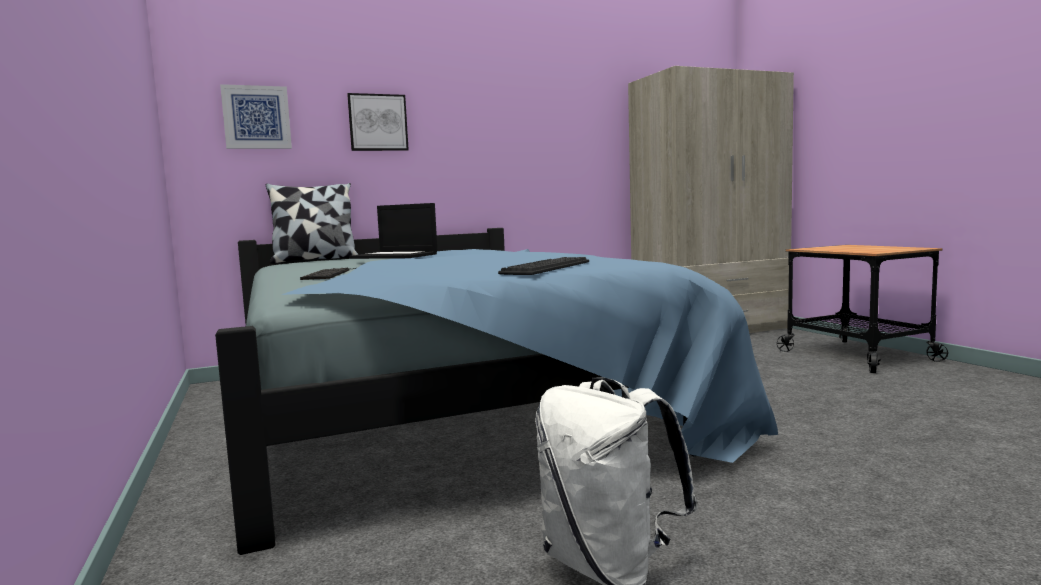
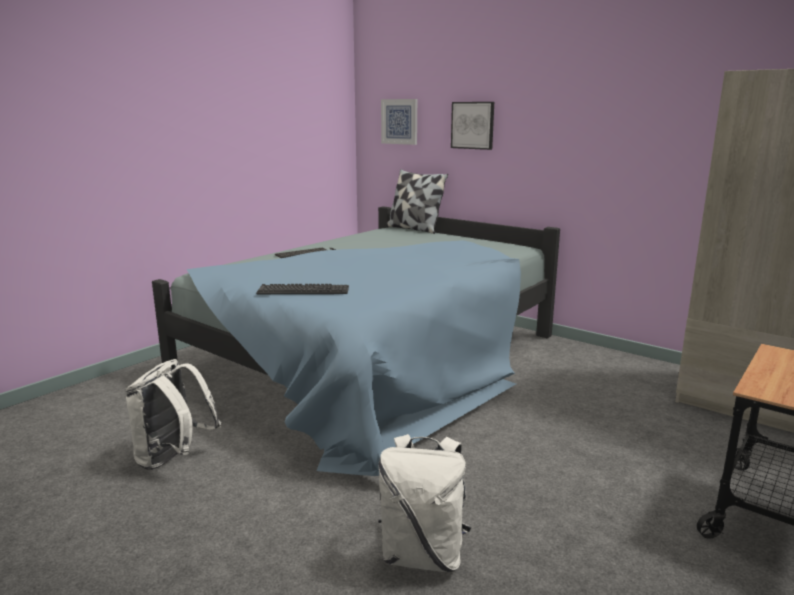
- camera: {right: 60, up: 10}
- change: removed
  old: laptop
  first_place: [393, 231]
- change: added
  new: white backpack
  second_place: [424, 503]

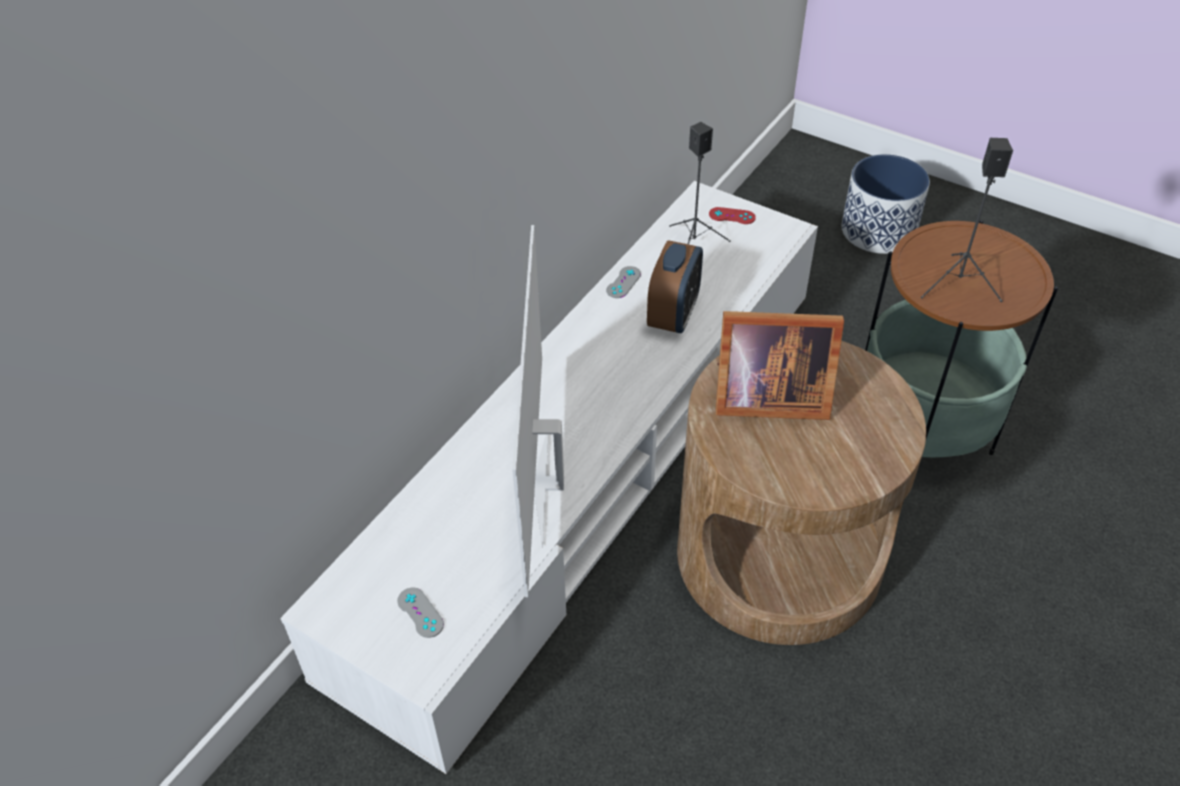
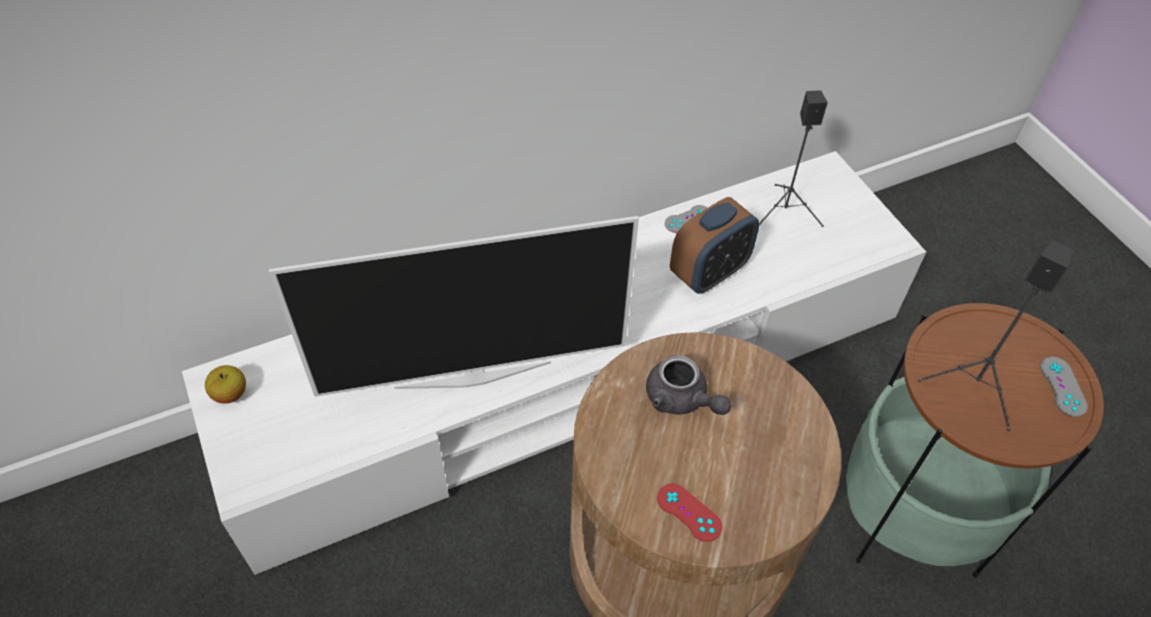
- camera: {right: 30, up: 5}
- change: removed
  old: planter
  first_place: [885, 204]
- change: added
  new: apple
  second_place: [225, 384]
- change: moved
  old: grey game controller
  first_place: [420, 613]
  second_place: [1064, 387]
- change: moved
  old: red game controller
  first_place: [732, 215]
  second_place: [689, 513]
- change: replaced
  old: picture frame
  new: grey teapot
  first_place: [780, 365]
  second_place: [688, 385]
- change: turned
  old: television
  first_place: [538, 411]
  second_place: [454, 306]
  degrees: -135

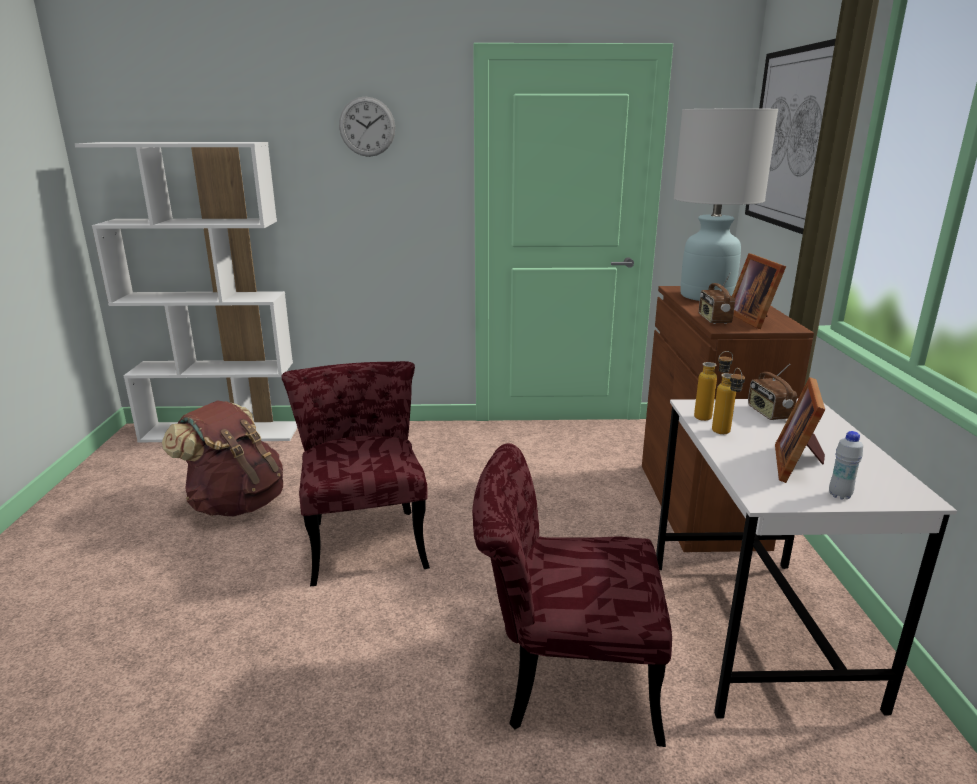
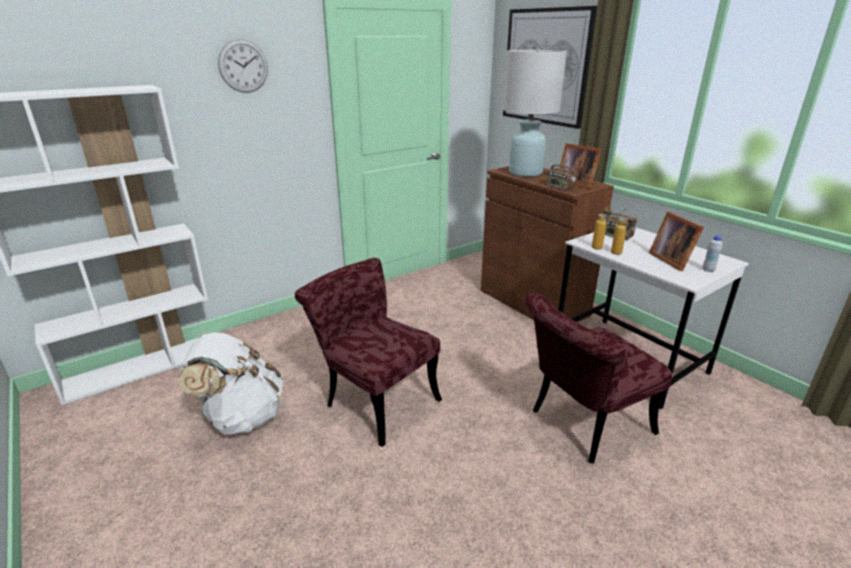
- camera: {right: -35, up: 5}
- change: recoloured
  old: brown backpack
  new: white backpack
  first_place: [222, 458]
  second_place: [231, 383]

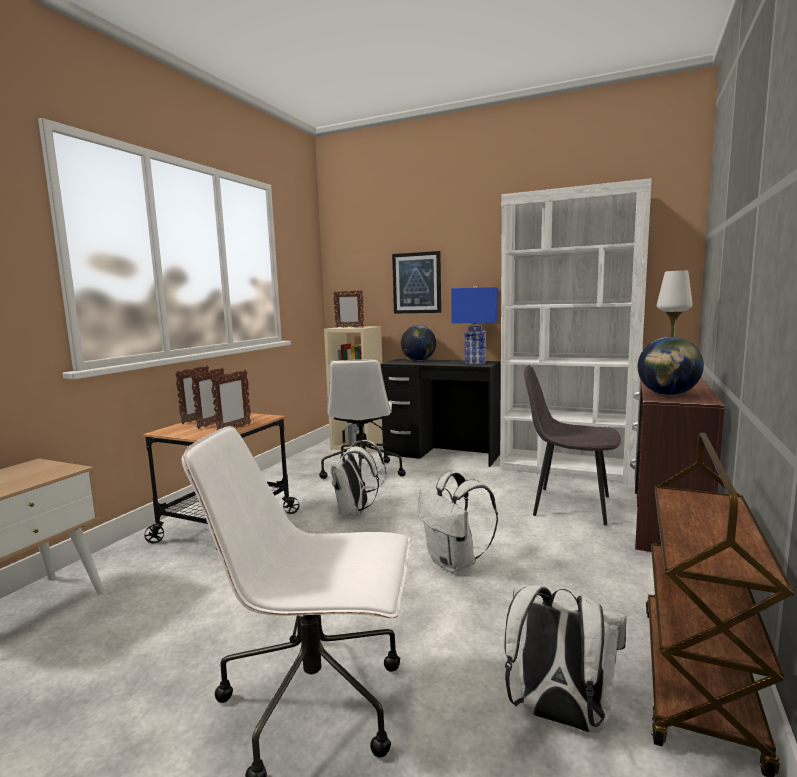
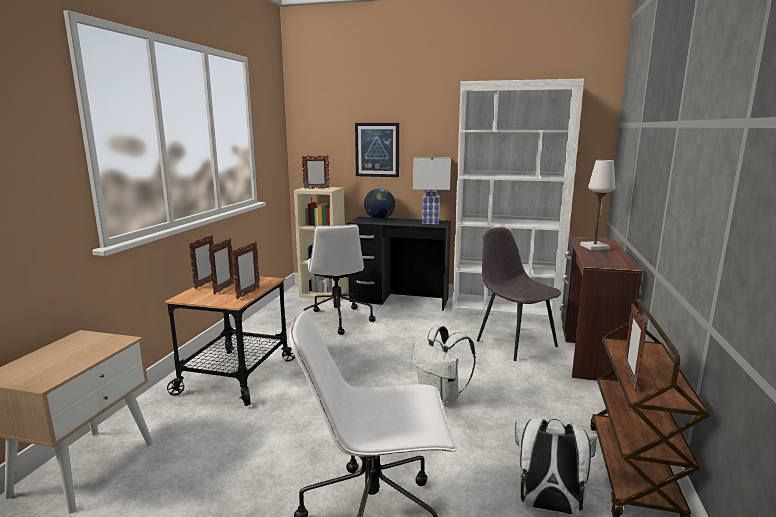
- camera: {right: -10, up: 5}
- change: removed
  old: white backpack
  first_place: [358, 477]
- change: removed
  old: globe
  first_place: [671, 366]
- change: added
  new: picture frame
  second_place: [635, 347]
- change: recoloured
  old: blue table lamp
  new: white table lamp
  first_place: [474, 325]
  second_place: [432, 190]
- change: turned
  old: grey chair
  first_place: [572, 445]
  second_place: [519, 294]
  degrees: 45

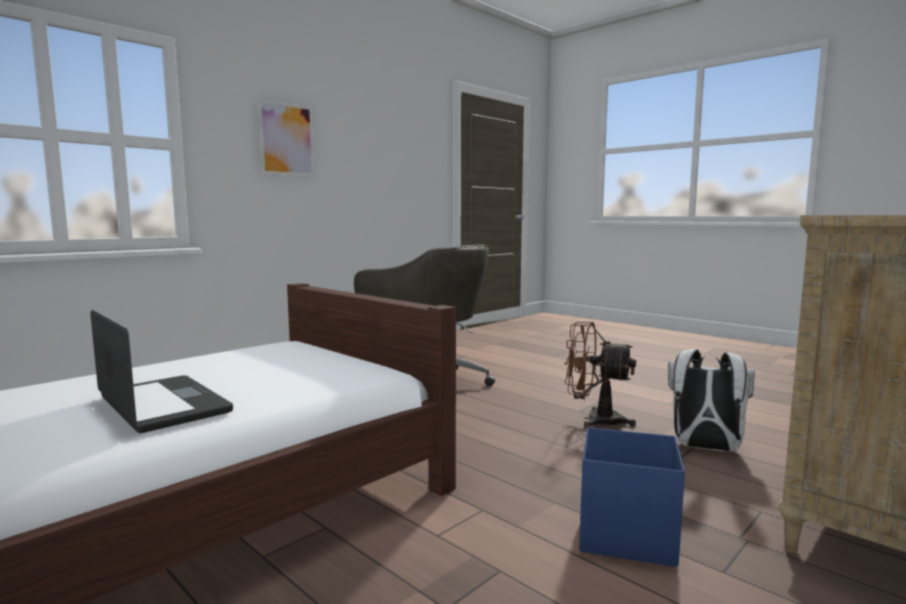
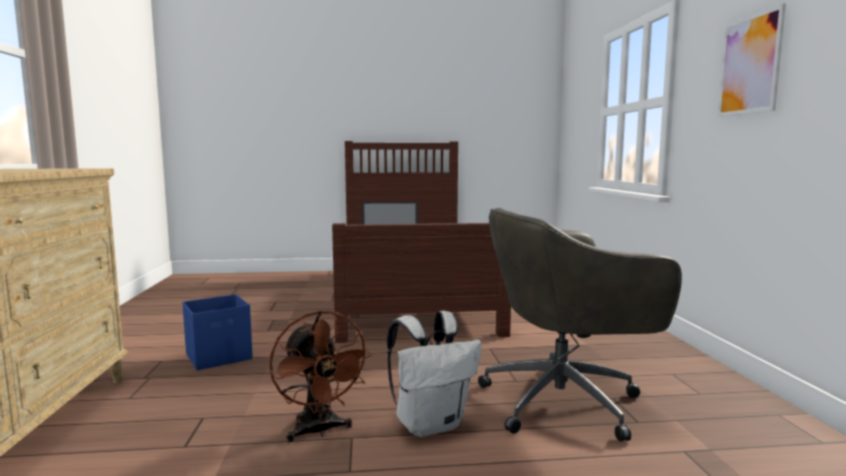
- camera: {right: 130, up: 0}
- change: moved
  old: white backpack
  first_place: [711, 400]
  second_place: [434, 374]
- change: turned
  old: brown fan
  first_place: [600, 375]
  second_place: [320, 376]
  degrees: 90

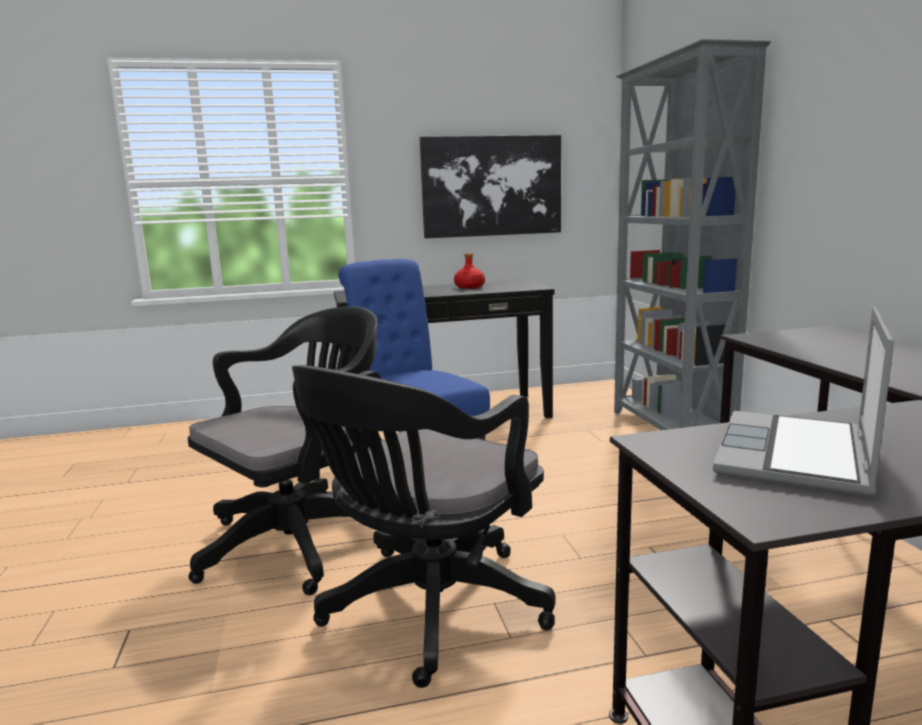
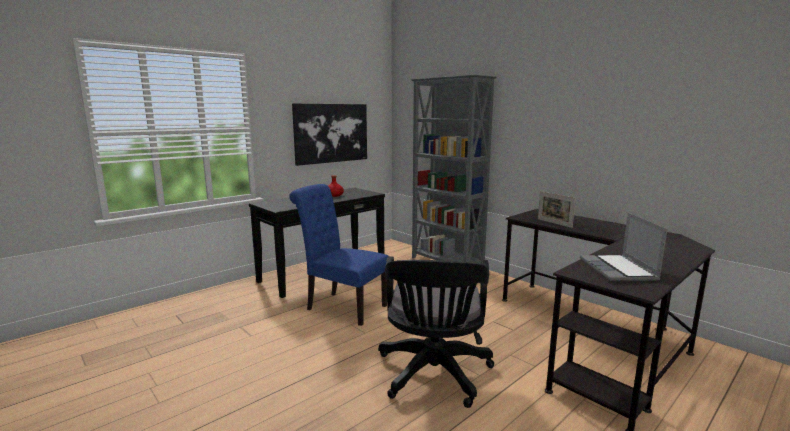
- camera: {right: -30, up: 0}
- change: removed
  old: black office chair
  first_place: [282, 450]
- change: added
  new: picture frame
  second_place: [557, 209]

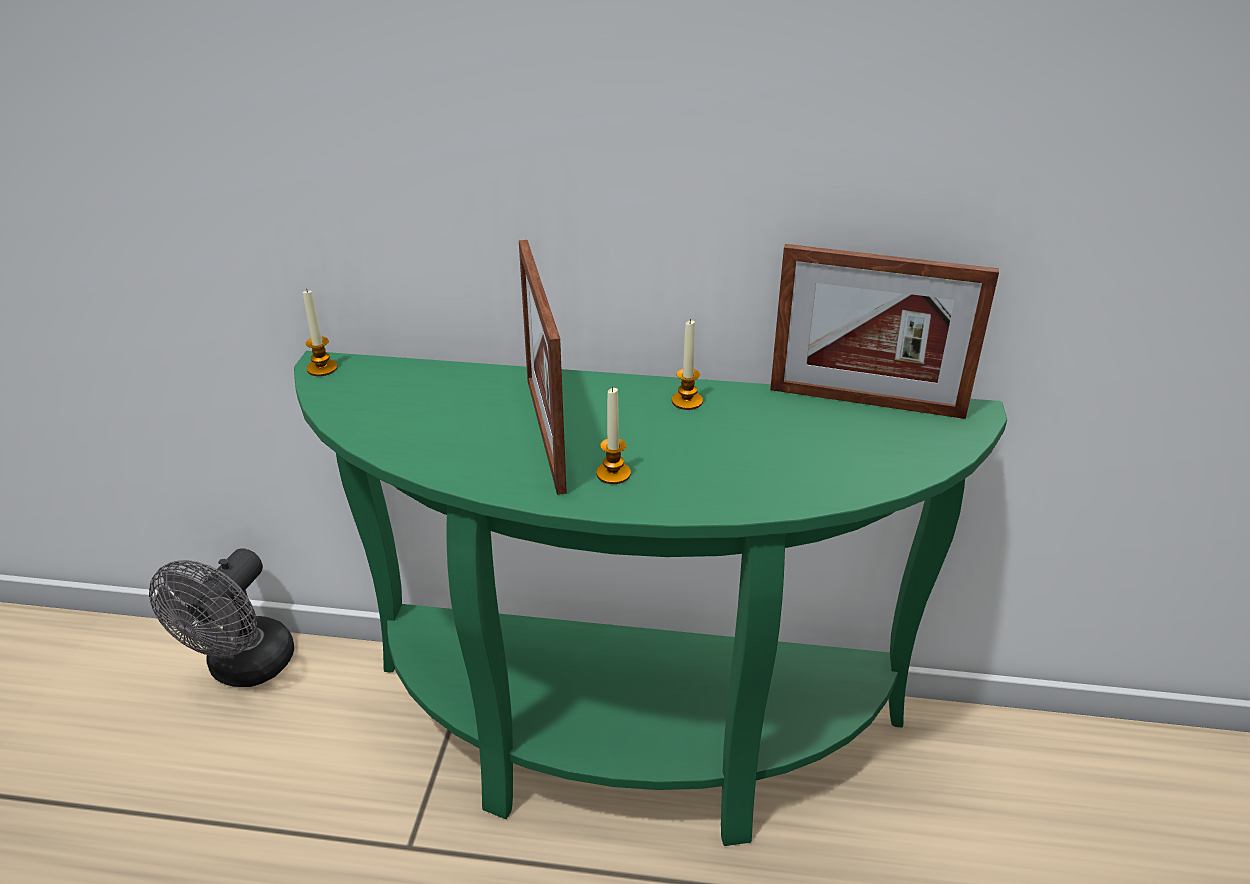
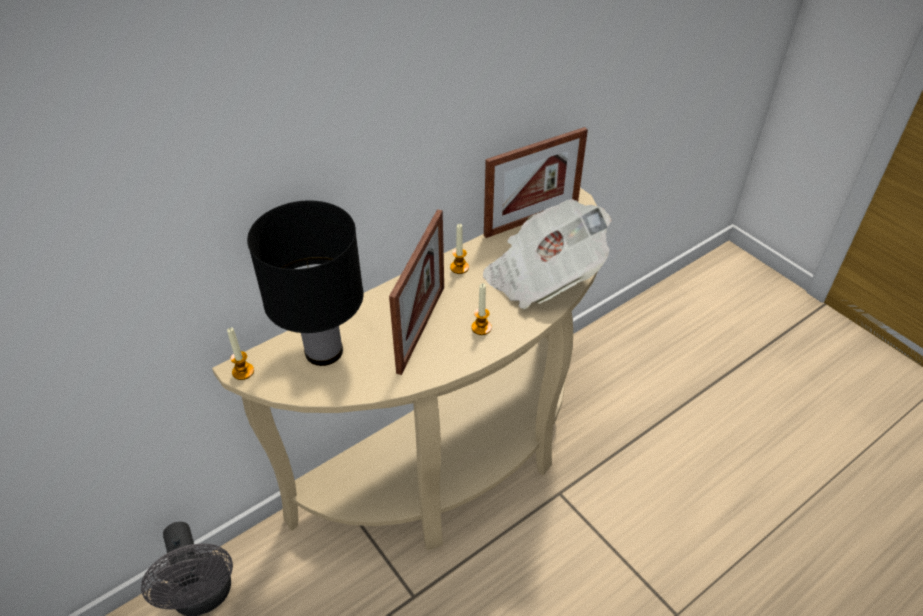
- camera: {right: -45, up: 10}
- change: added
  new: black table lamp
  second_place: [305, 283]
- change: added
  new: newspaper
  second_place: [547, 254]
- change: recoloured
  old: green console table
  new: beige console table
  first_place: [650, 598]
  second_place: [405, 369]
- change: turned
  old: picture frame
  first_place: [543, 367]
  second_place: [416, 292]
  degrees: -105

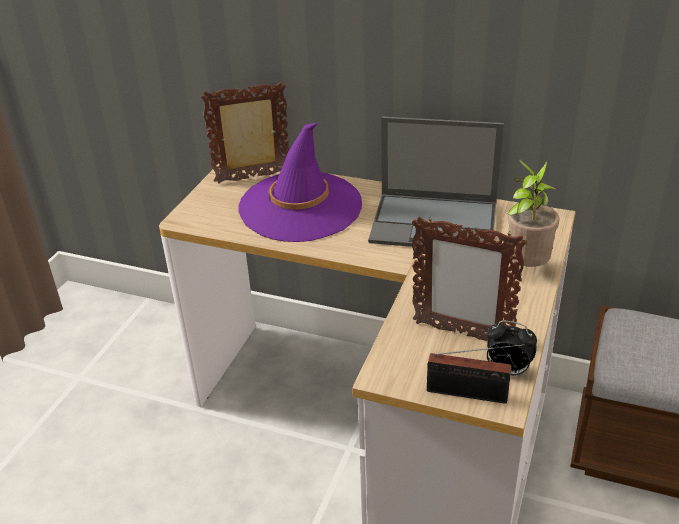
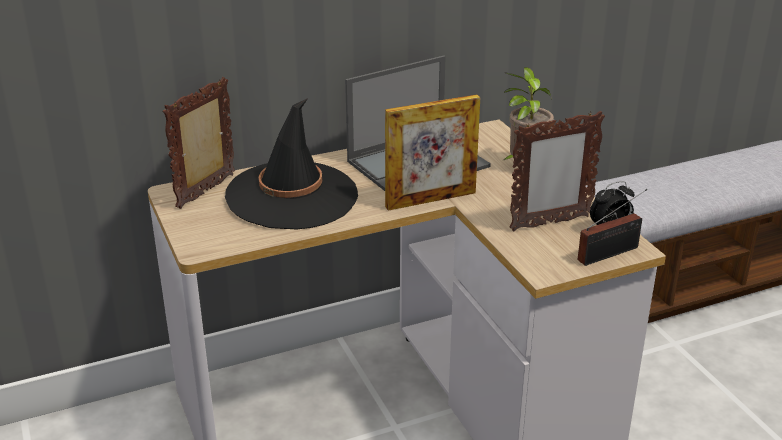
- camera: {right: -45, up: -5}
- change: added
  new: picture frame
  second_place: [432, 152]
- change: recoloured
  old: purple hat
  new: black hat
  first_place: [300, 182]
  second_place: [291, 163]

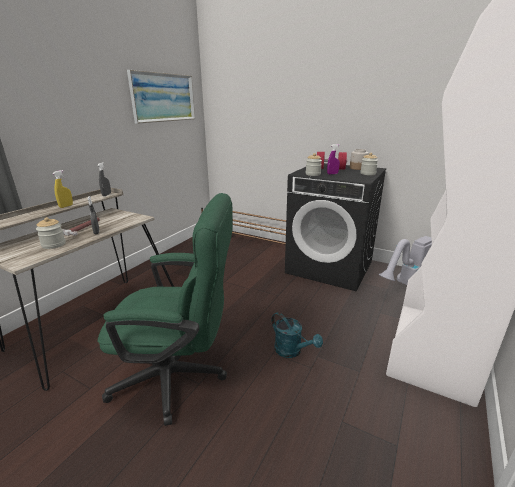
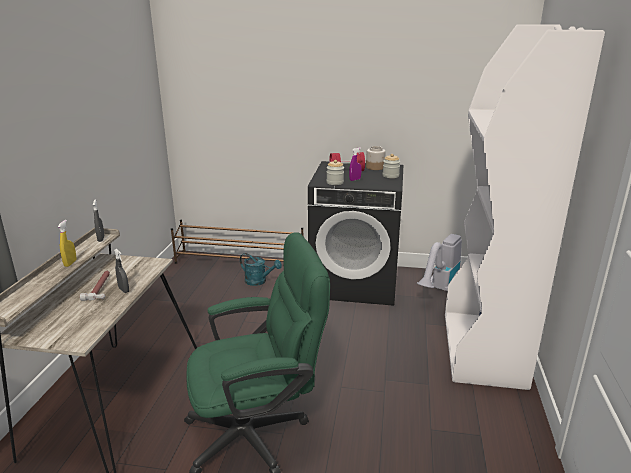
- camera: {right: -20, up: 0}
- change: removed
  old: jar
  first_place: [51, 233]
- change: removed
  old: picture
  first_place: [161, 97]
- change: moved
  old: turquoise watering can
  first_place: [297, 335]
  second_place: [261, 269]

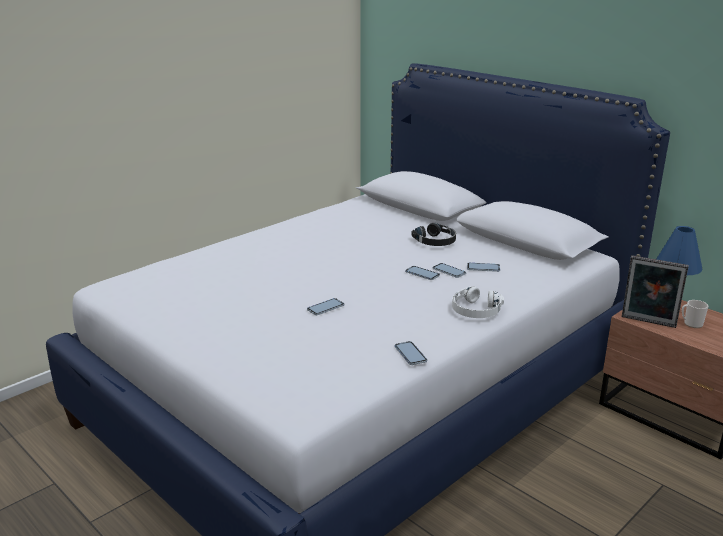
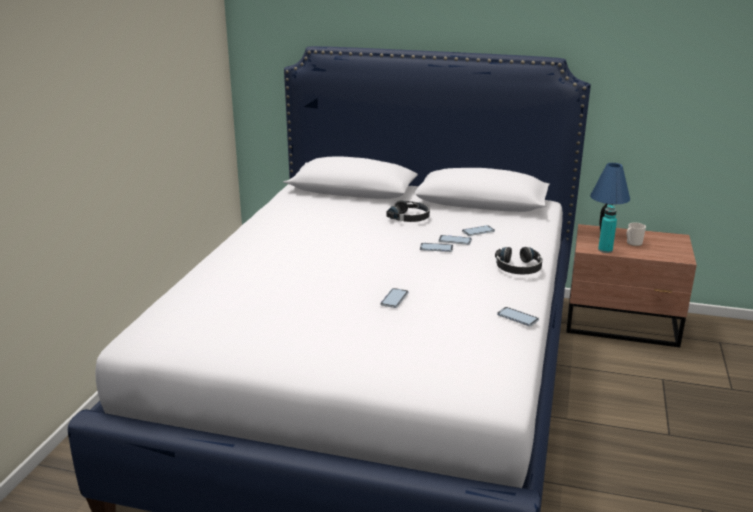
- camera: {right: -30, up: 0}
- change: replaced
  old: picture frame
  new: turquoise bottle
  first_place: [655, 291]
  second_place: [607, 228]
- change: recoloured
  old: white headphones
  new: black headphones
  first_place: [478, 302]
  second_place: [519, 261]

